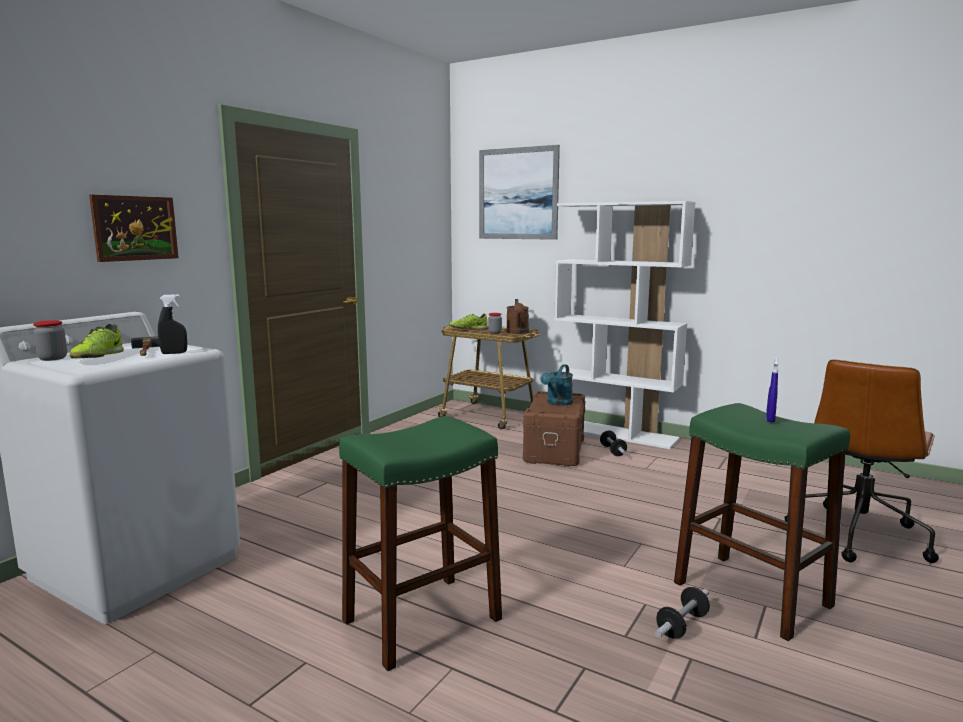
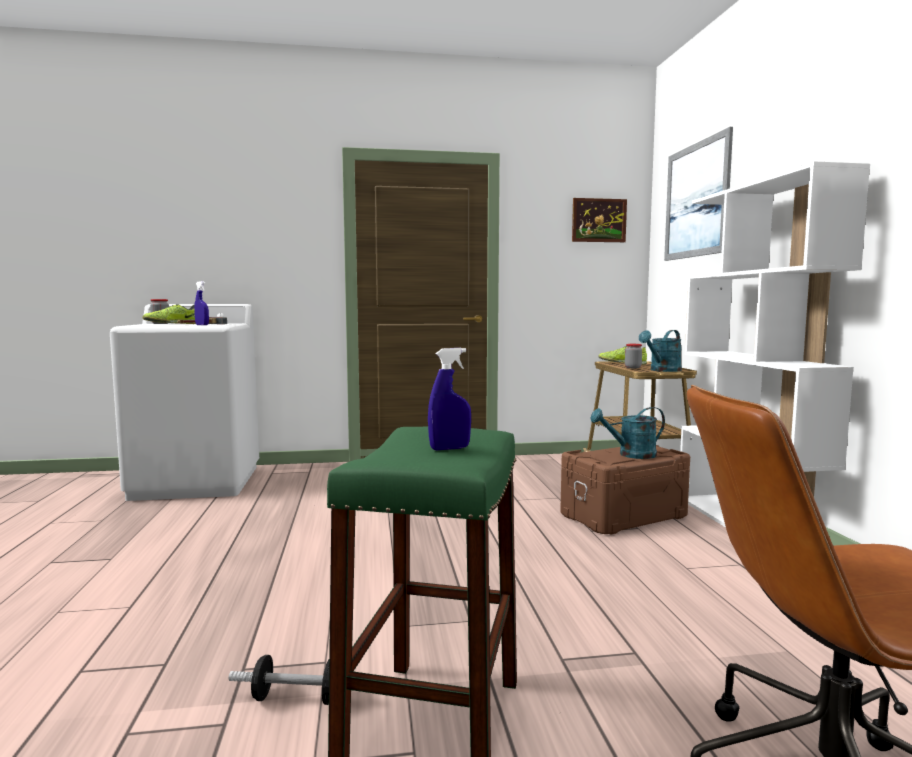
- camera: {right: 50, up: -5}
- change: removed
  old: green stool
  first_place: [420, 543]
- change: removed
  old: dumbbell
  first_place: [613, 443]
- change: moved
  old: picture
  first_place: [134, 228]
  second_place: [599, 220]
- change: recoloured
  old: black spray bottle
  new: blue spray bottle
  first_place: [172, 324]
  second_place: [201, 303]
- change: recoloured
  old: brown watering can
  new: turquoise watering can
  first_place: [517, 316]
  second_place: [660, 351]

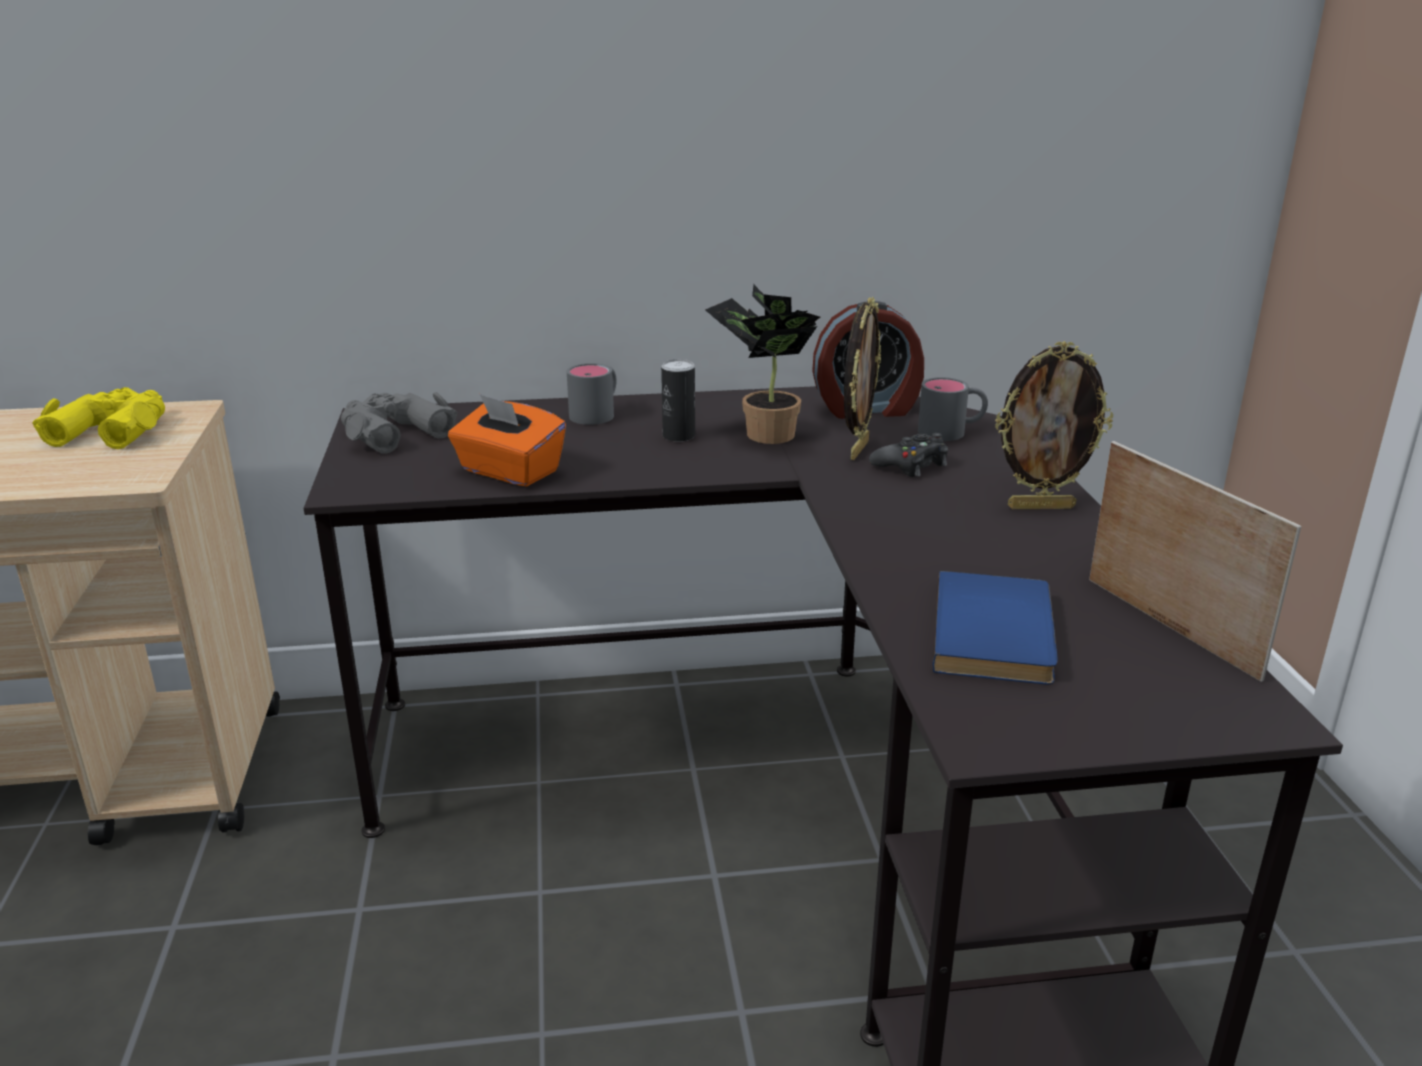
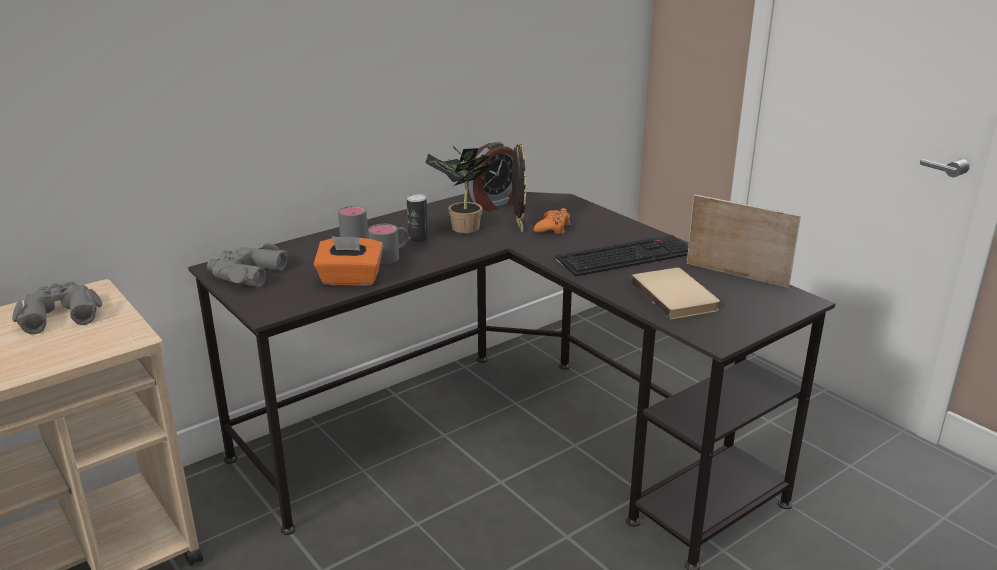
- camera: {right: -30, up: 0}
- change: removed
  old: picture frame
  first_place: [1054, 425]
- change: added
  new: keyboard
  second_place: [622, 256]
- change: moved
  old: grey mug
  first_place: [953, 409]
  second_place: [388, 243]
- change: recoloured
  old: yellow binoculars
  new: grey binoculars
  first_place: [98, 418]
  second_place: [57, 308]
- change: recoloured
  old: black game controller
  new: orange game controller
  first_place: [908, 455]
  second_place: [552, 221]
- change: recoloured
  old: blue book
  new: beige book
  first_place: [995, 628]
  second_place: [675, 293]

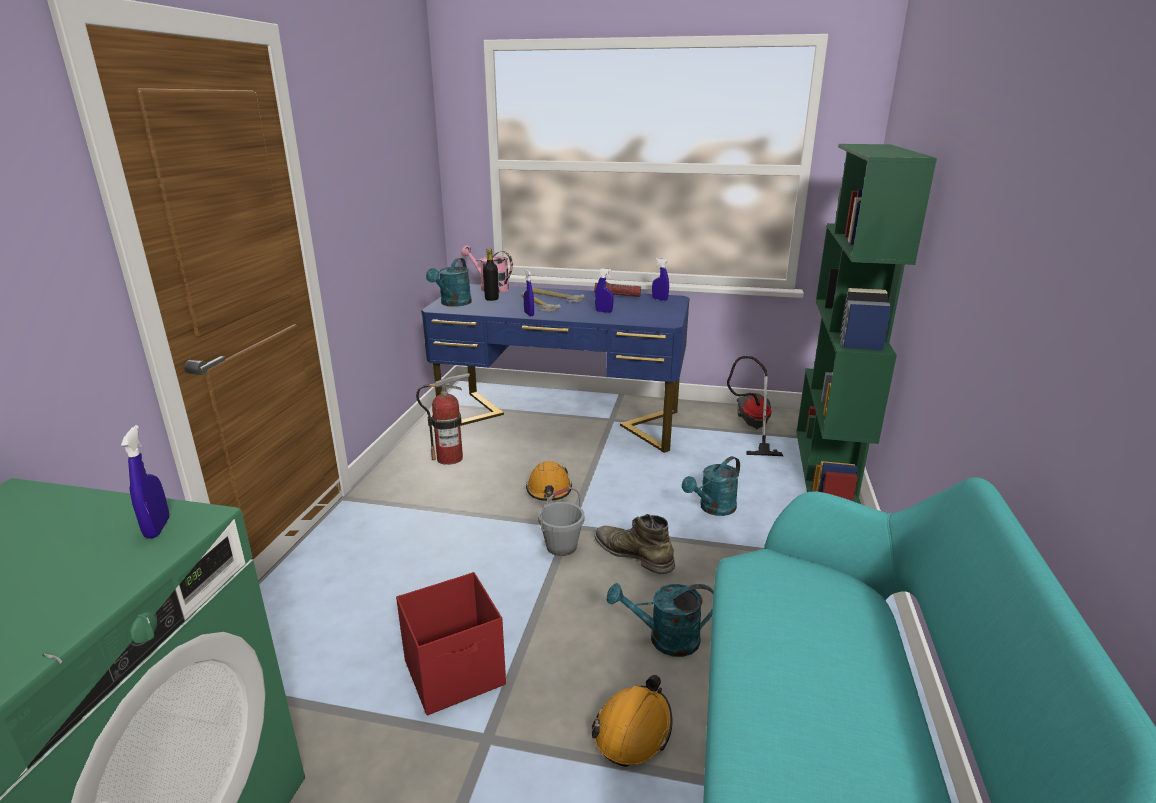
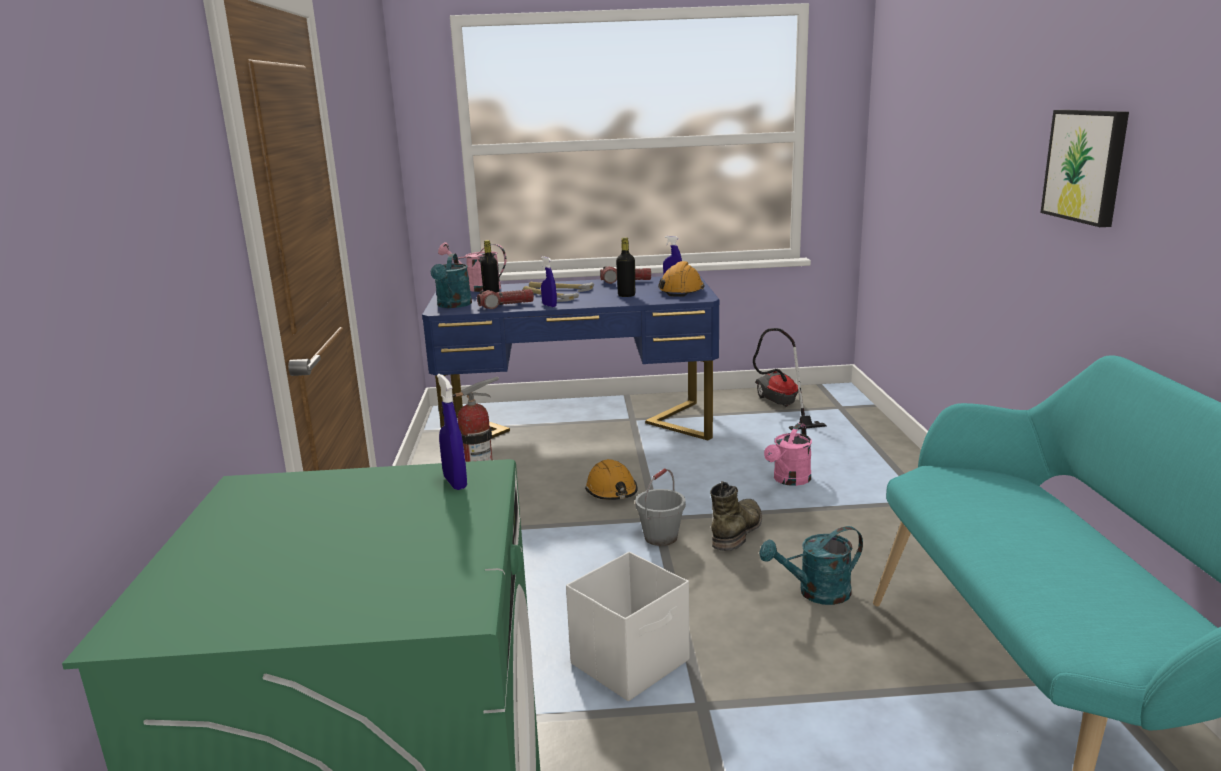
- camera: {right: -15, up: -5}
- change: removed
  old: green bookcase
  first_place: [866, 324]
- change: added
  new: flashlight
  second_place: [505, 299]
- change: added
  new: picture
  second_place: [1084, 168]
- change: moved
  old: orange hard hat
  first_place: [632, 721]
  second_place: [681, 279]
- change: replaced
  old: blue spray bottle
  new: black bottle
  first_place: [604, 290]
  second_place: [625, 267]
- change: recoloured
  old: red storage box
  new: white storage box
  first_place: [451, 643]
  second_place: [627, 626]
- change: recoloured
  old: turquoise watering can
  new: pink watering can
  first_place: [711, 486]
  second_place: [788, 454]
- change: turned
  old: green boot
  first_place: [635, 544]
  second_place: [736, 516]
  degrees: 90

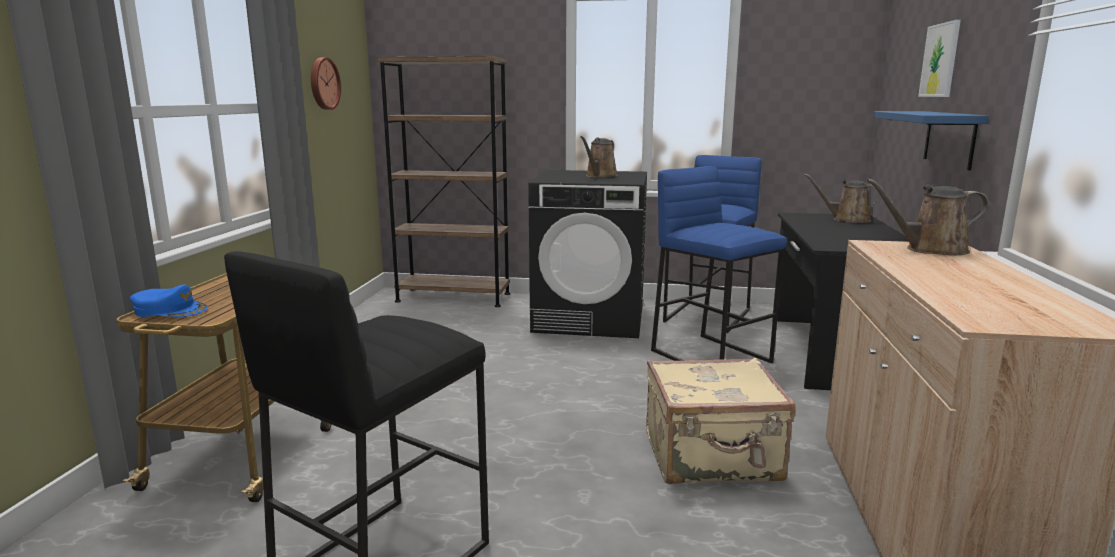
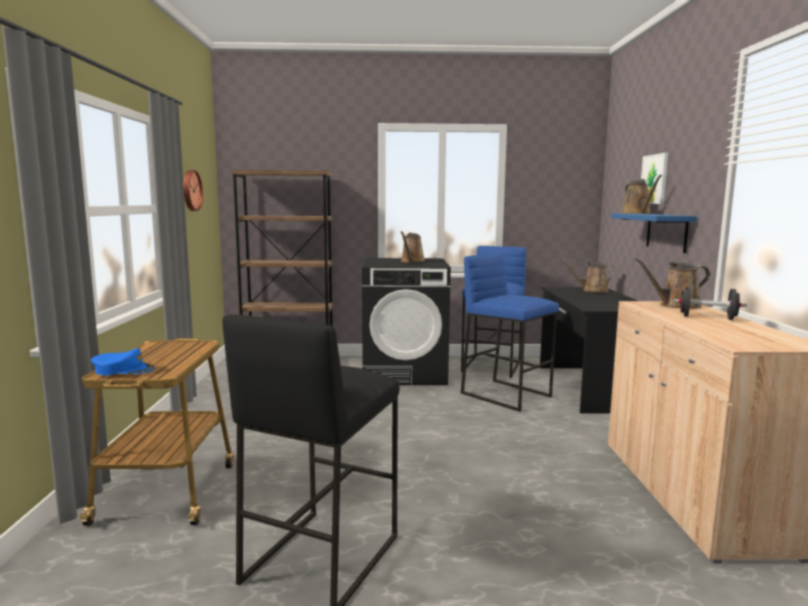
- camera: {right: -10, up: -5}
- change: removed
  old: beige suitcase
  first_place: [720, 421]
- change: added
  new: brown watering can
  second_place: [641, 194]
- change: added
  new: black dumbbell
  second_place: [710, 303]

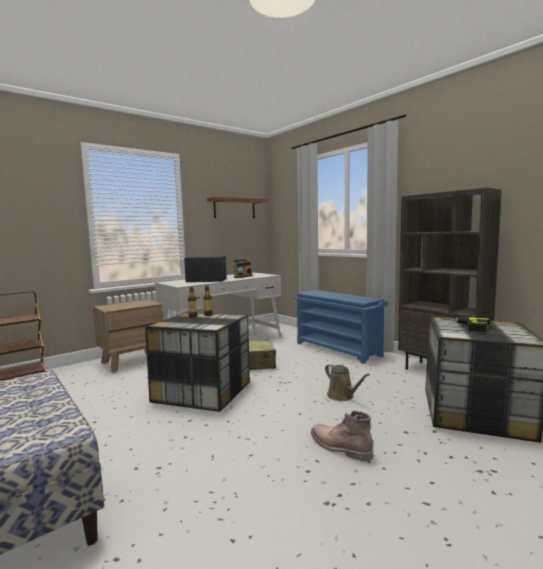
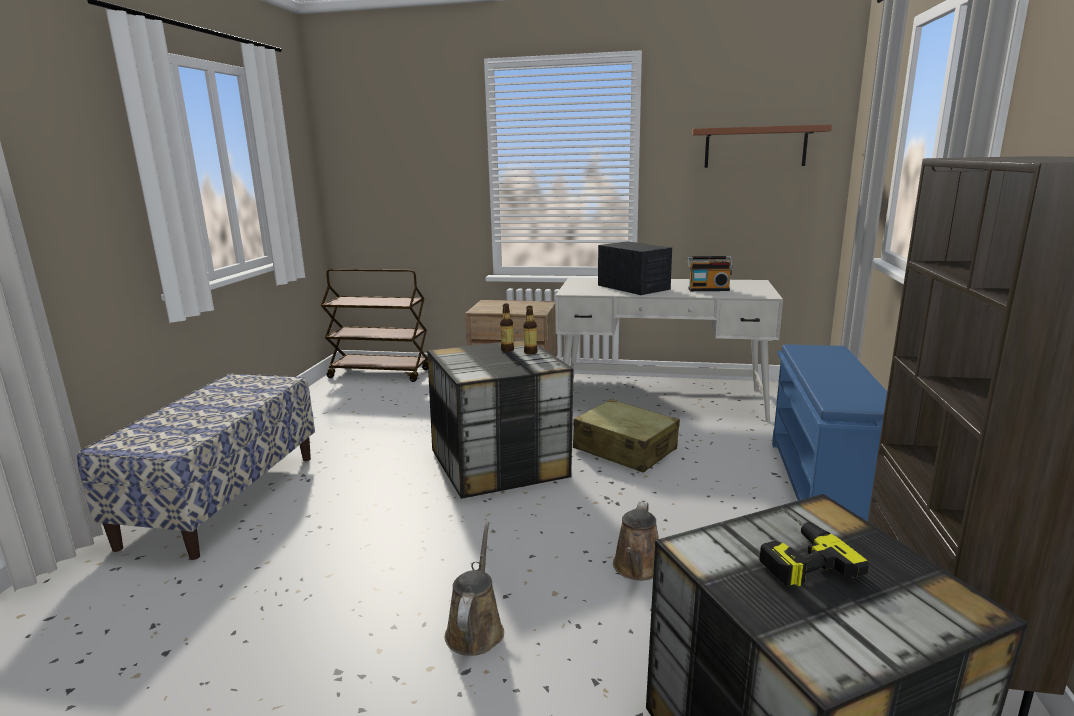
- camera: {right: 50, up: 10}
- change: replaced
  old: brown boot
  new: brown watering can
  first_place: [342, 436]
  second_place: [474, 589]

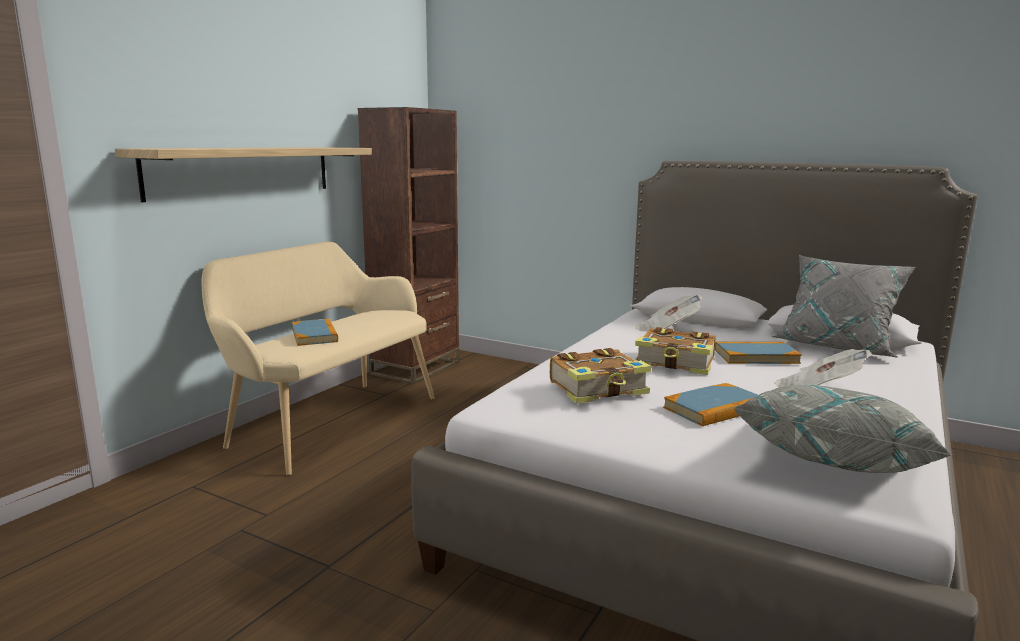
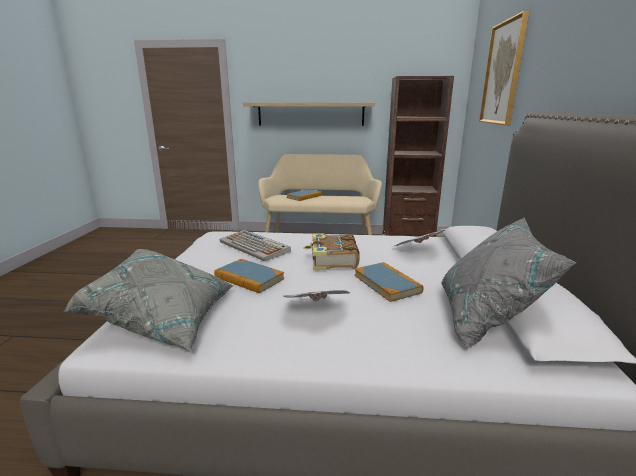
- camera: {right: 65, up: 5}
- change: added
  new: picture
  second_place: [504, 68]
- change: replaced
  old: book
  new: keyboard
  first_place: [600, 376]
  second_place: [255, 245]

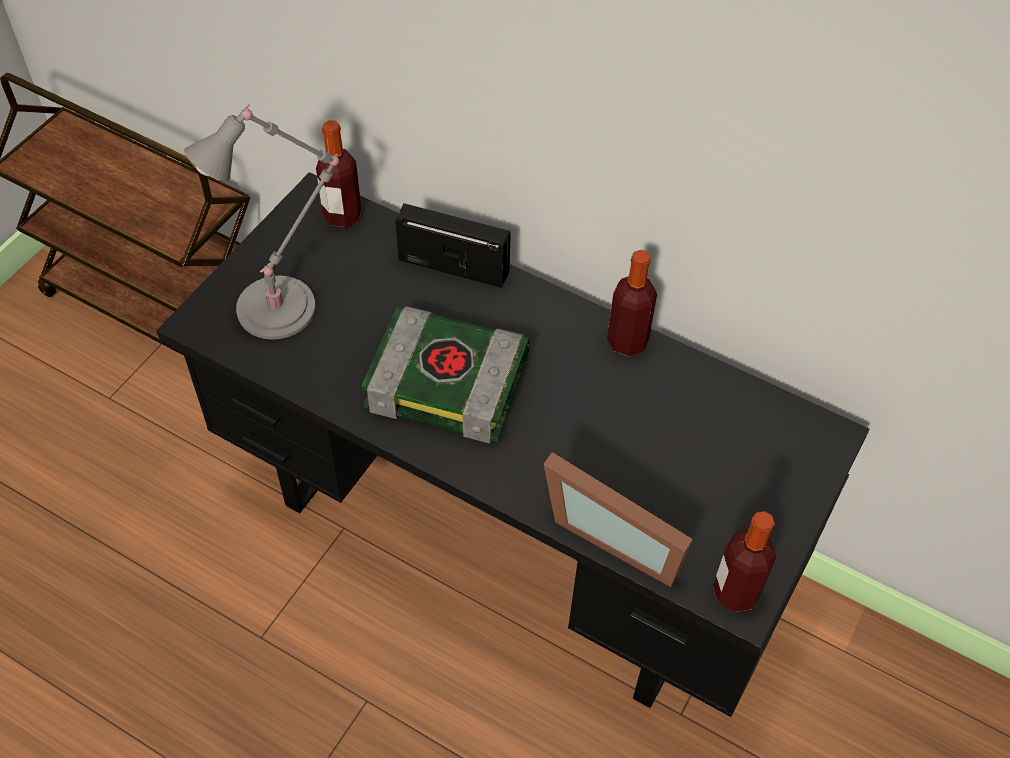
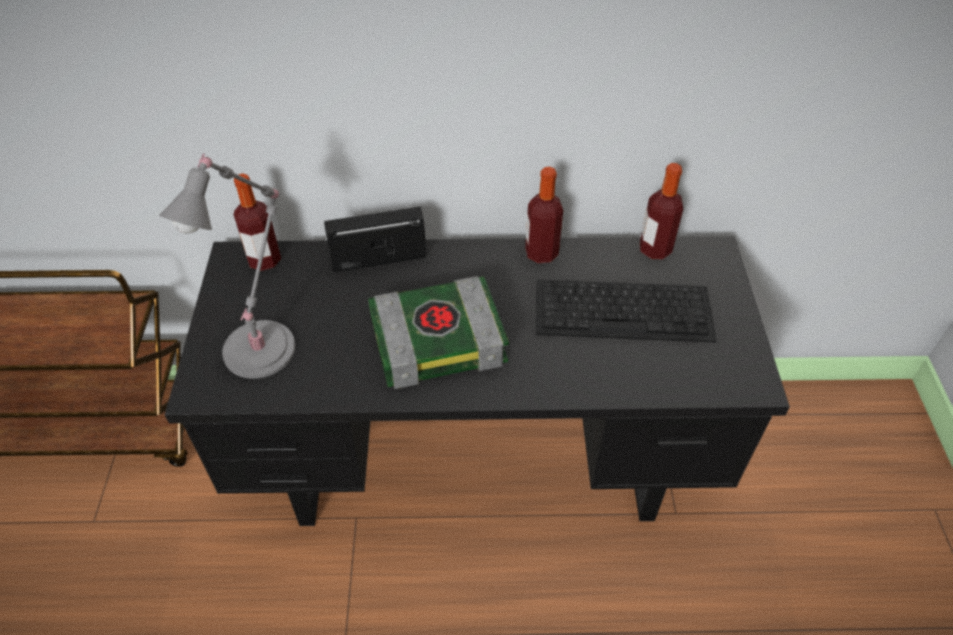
- camera: {right: -30, up: -5}
- change: removed
  old: picture frame
  first_place: [618, 519]
- change: added
  new: keyboard
  second_place: [626, 310]
- change: moved
  old: bottle
  first_place: [745, 561]
  second_place: [661, 211]

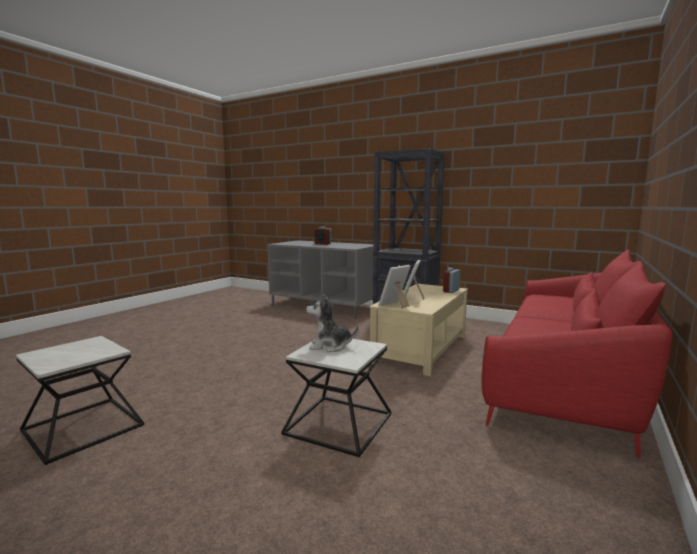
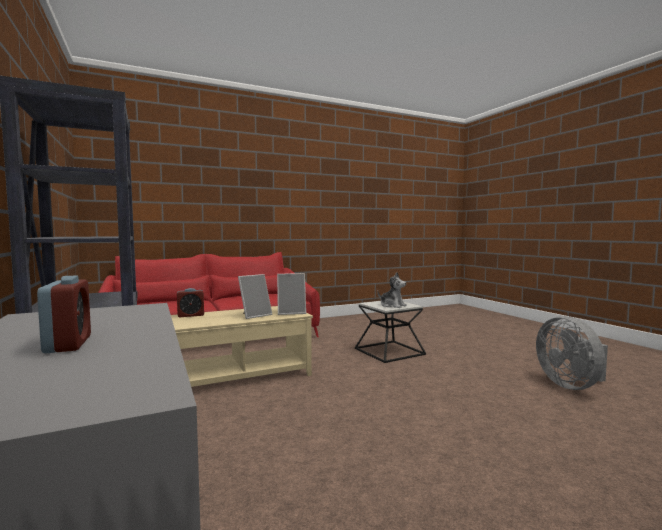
- camera: {right: -145, up: -5}
- change: replaced
  old: side table
  new: grey fan
  first_place: [80, 400]
  second_place: [572, 353]

